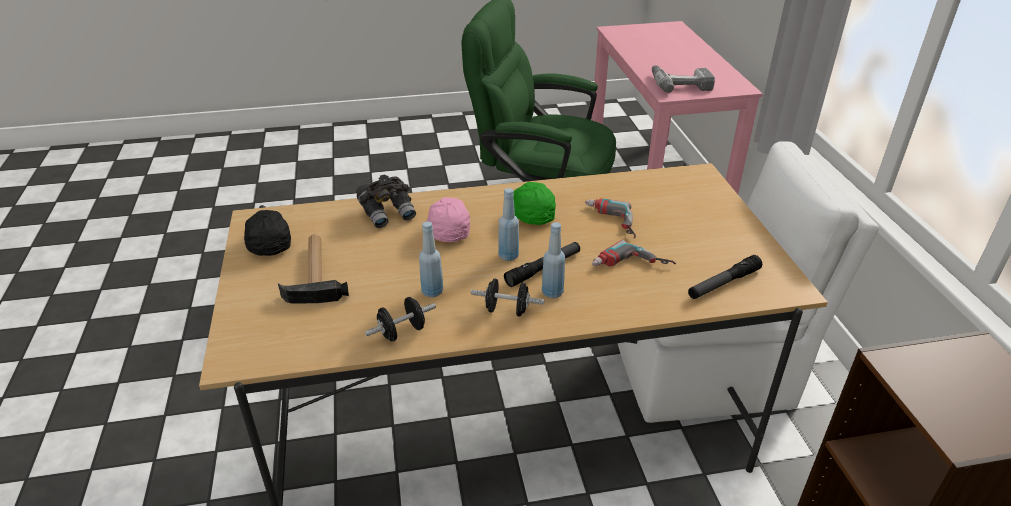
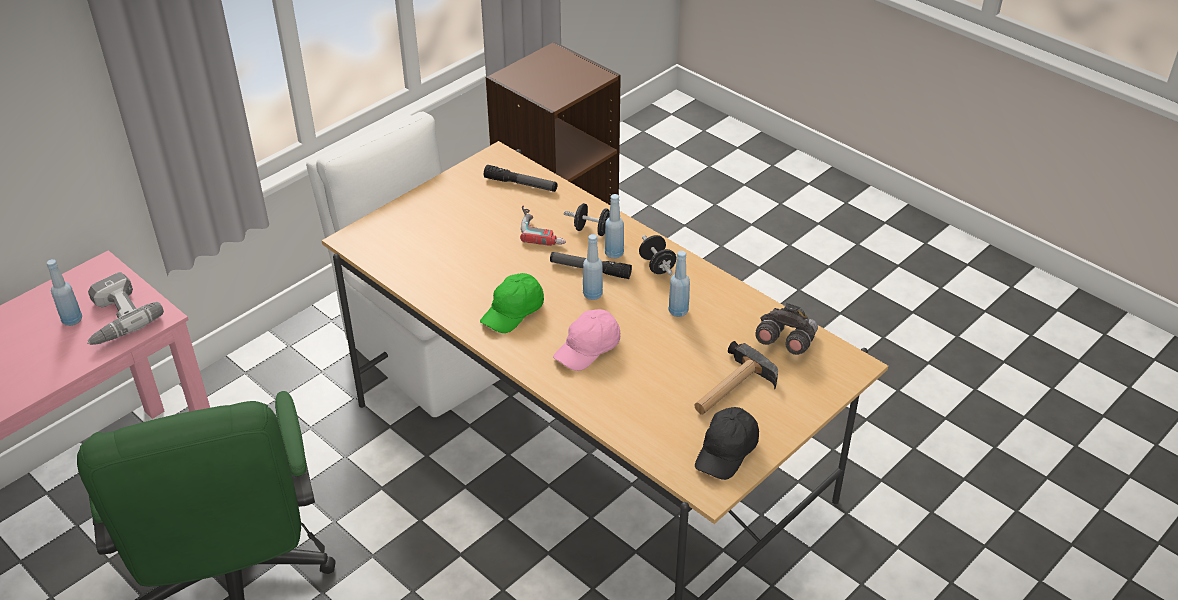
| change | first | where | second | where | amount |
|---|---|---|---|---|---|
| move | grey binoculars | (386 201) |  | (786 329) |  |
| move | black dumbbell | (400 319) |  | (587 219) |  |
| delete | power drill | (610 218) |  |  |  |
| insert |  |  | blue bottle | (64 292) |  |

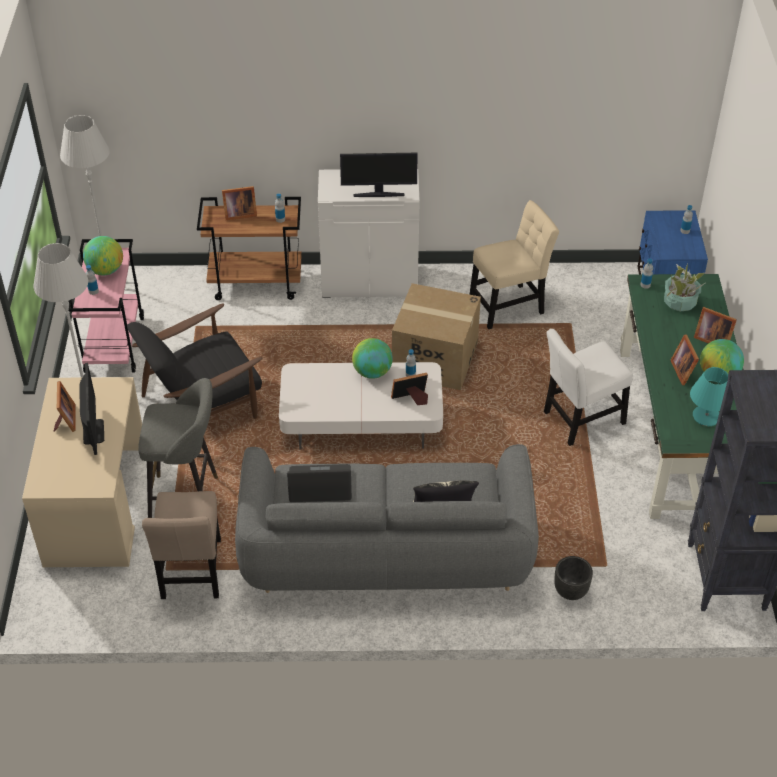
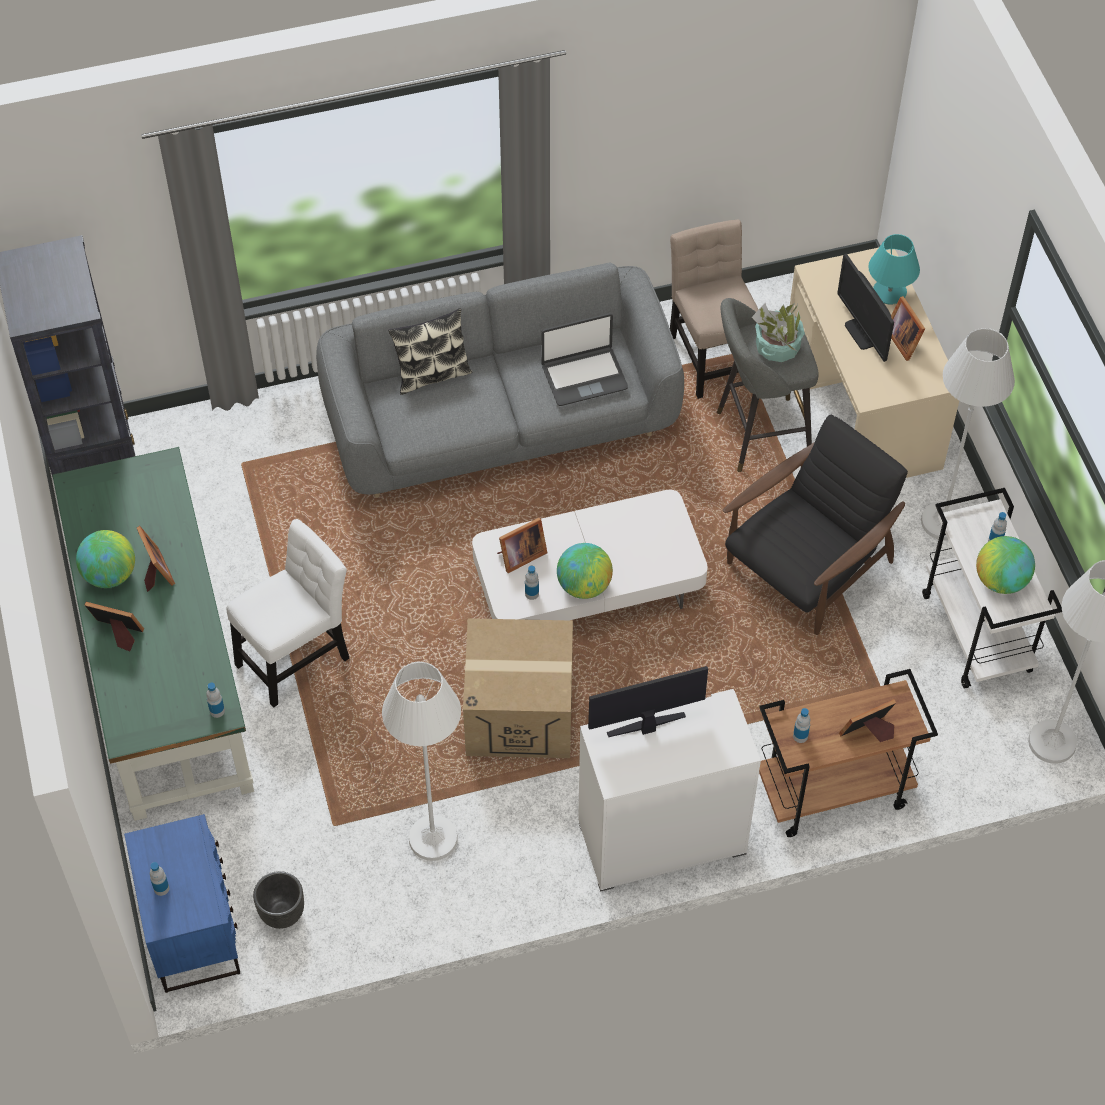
| change | first | where | second | where | amount |
|---|---|---|---|---|---|
| recolor | pink cart | (106 306) | white cart | (992 588) |  |
| replace | beige chair | (514 264) | white floor lamp | (421 761) |  |
| move | black planter | (573 578) |  | (278 900) |  |
| move | potted plant | (684 287) |  | (778 332) |  |
| move | turquoise table lamp | (709 396) |  | (894 269) |  |

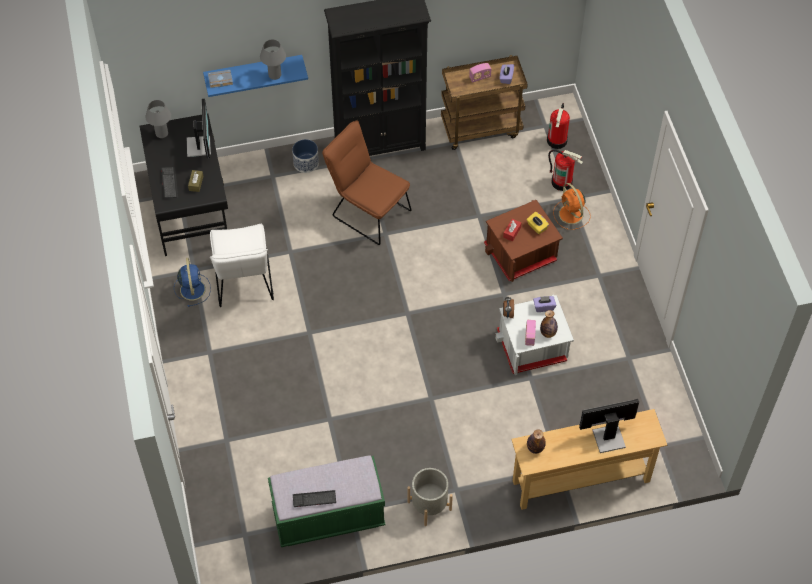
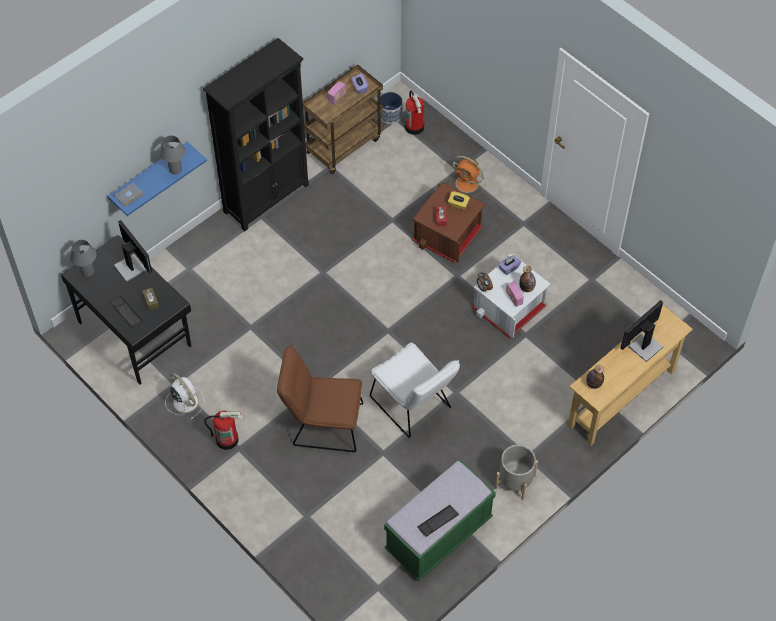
| change | first | where | second | where | amount |
|---|---|---|---|---|---|
| recolor | blue fan | (192 282) | white fan | (185 396) |  |
| move | white chair | (242 265) |  | (415 390) |  |
| move | planter | (305 156) |  | (392 108) |  |
| move | brown chair | (367 182) |  | (320 398) |  |
| move | fire extinguisher | (565 170) |  | (224 430) |  |

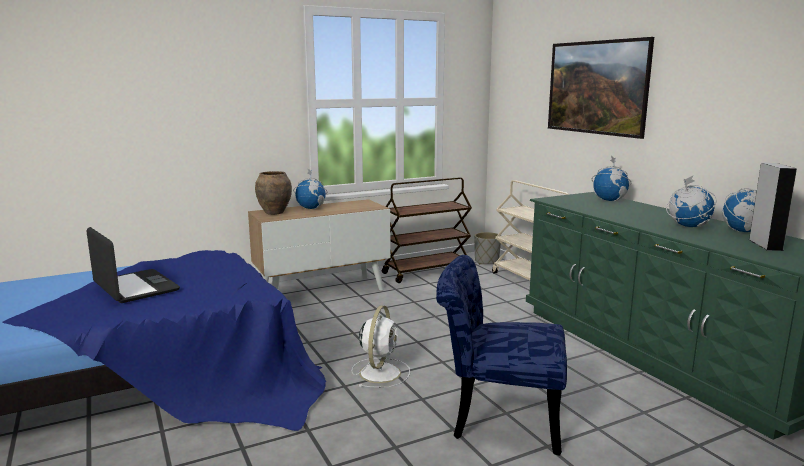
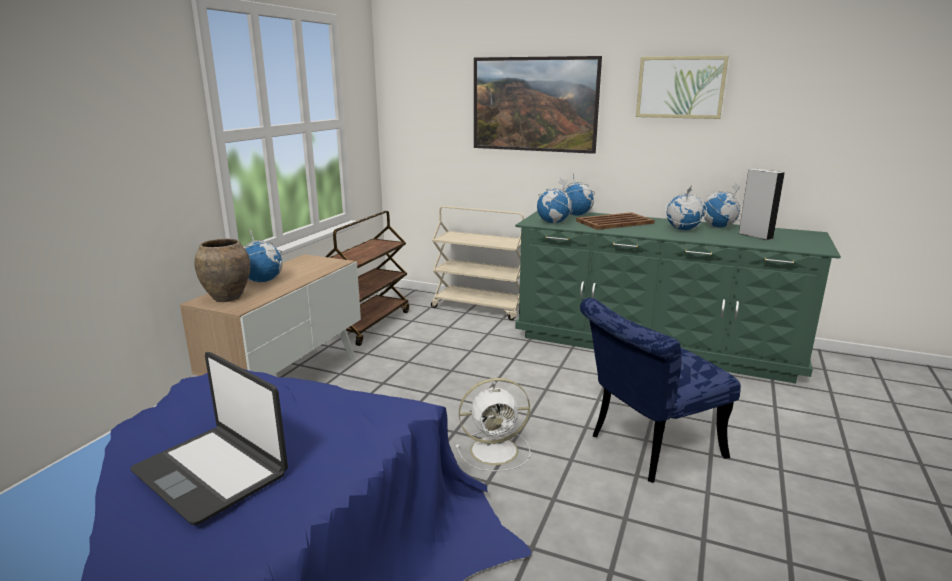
| change | first | where | second | where | amount |
|---|---|---|---|---|---|
| rotate | laptop | (133 265) |  | (209 438) | 150 degrees counterclockwise |
| rotate | white fan | (380 346) |  | (493 425) | 105 degrees clockwise |
| delete | grey planter | (487 248) |  |  |  |
| insert |  |  | globe | (555 200) |  |
| insert |  |  | brown tray | (615 221) |  |
| insert |  |  | picture | (682 87) |  |

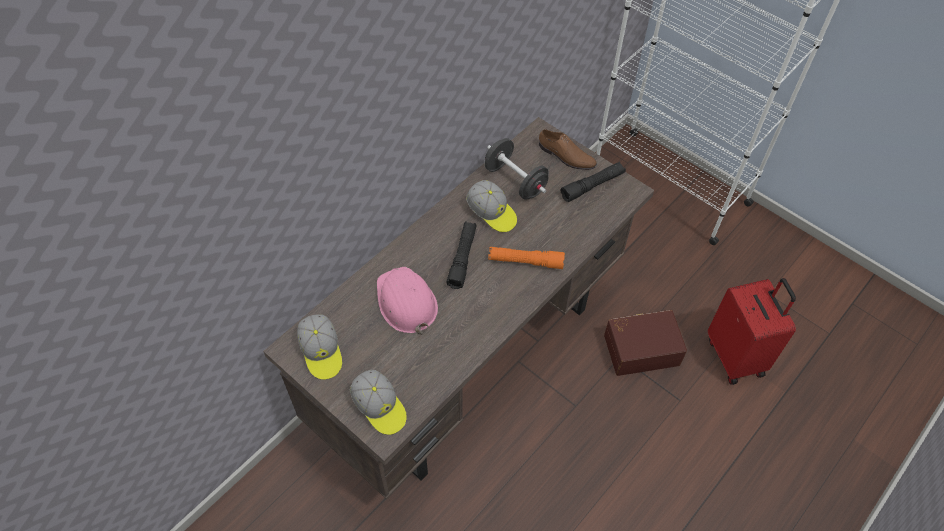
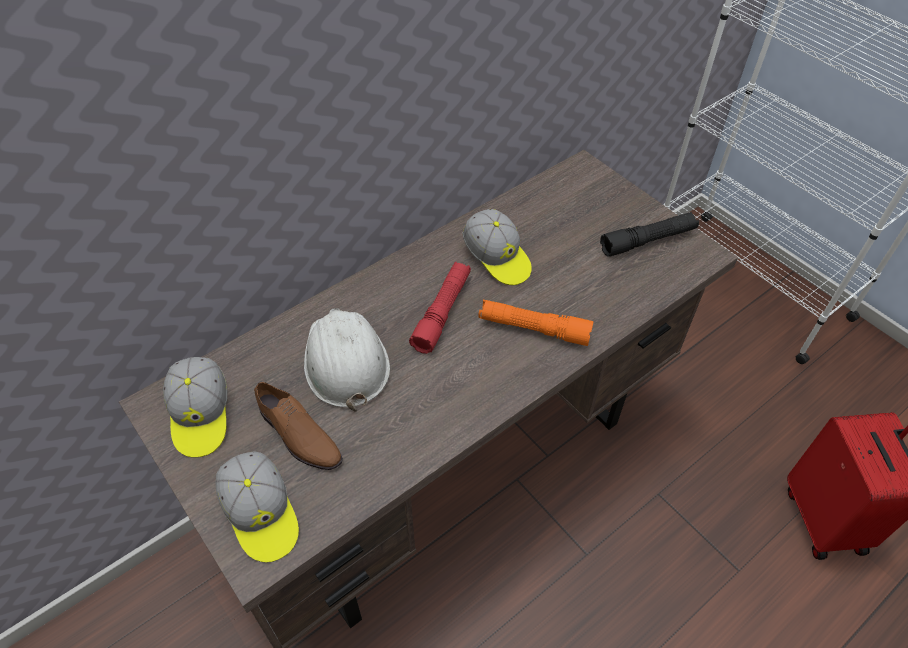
| change | first | where | second | where | amount |
|---|---|---|---|---|---|
| recolor | pink hard hat | (407 301) | white hard hat | (347 360) |  |
| recolor | black flashlight | (461 255) | red flashlight | (440 308) |  |
| delete | black dumbbell | (516 169) |  |  |  |
| move | brown shoe | (568 149) |  | (298 426) |  |
| delete | brown storage box | (645 343) |  |  |  |

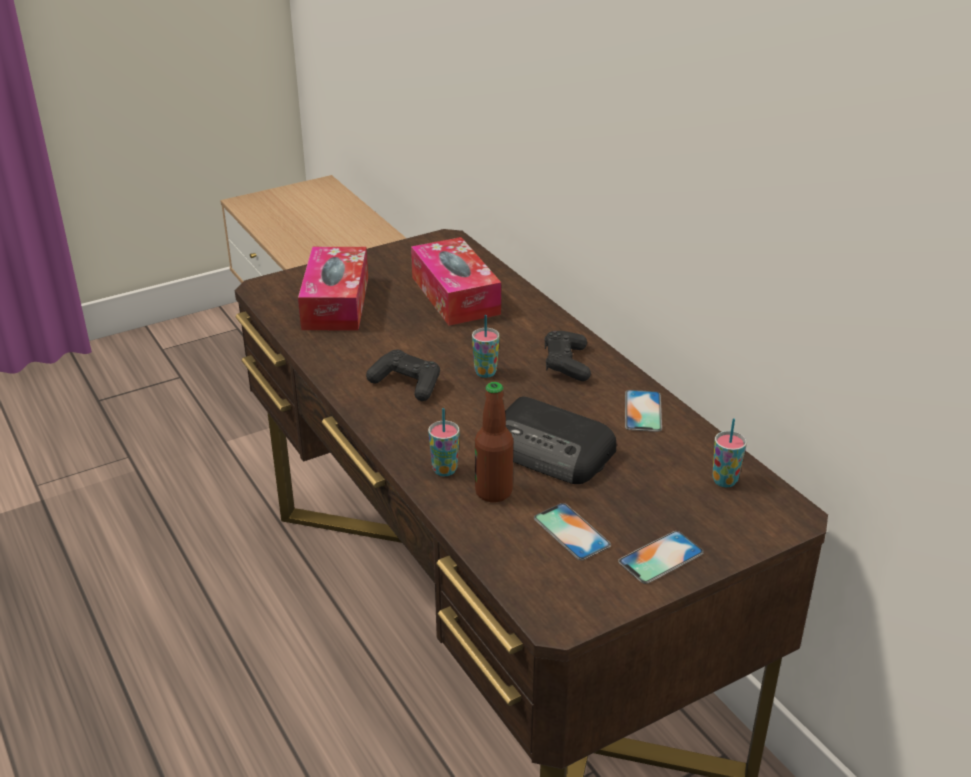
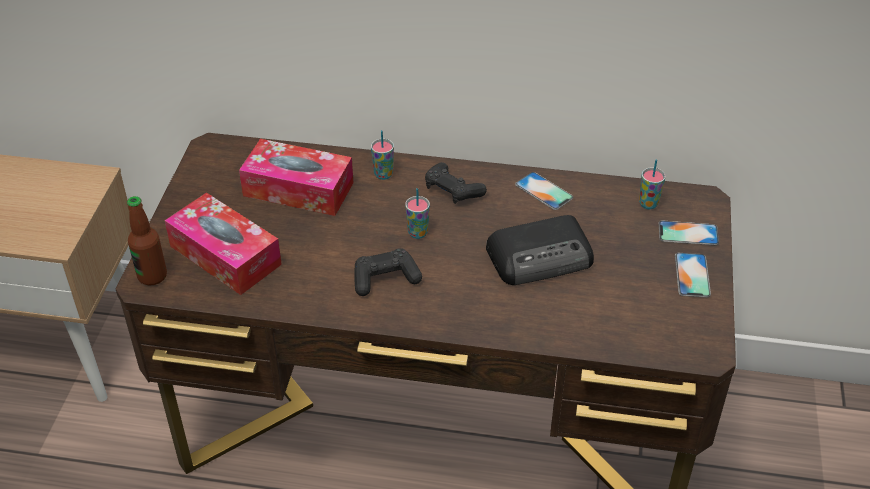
| change | first | where | second | where | amount |
|---|---|---|---|---|---|
| move | cup | (444 442) |  | (382 155) |  |
| move | bottle | (494 442) |  | (147 241) |  |
| move | phone | (572 531) |  | (688 233) |  |

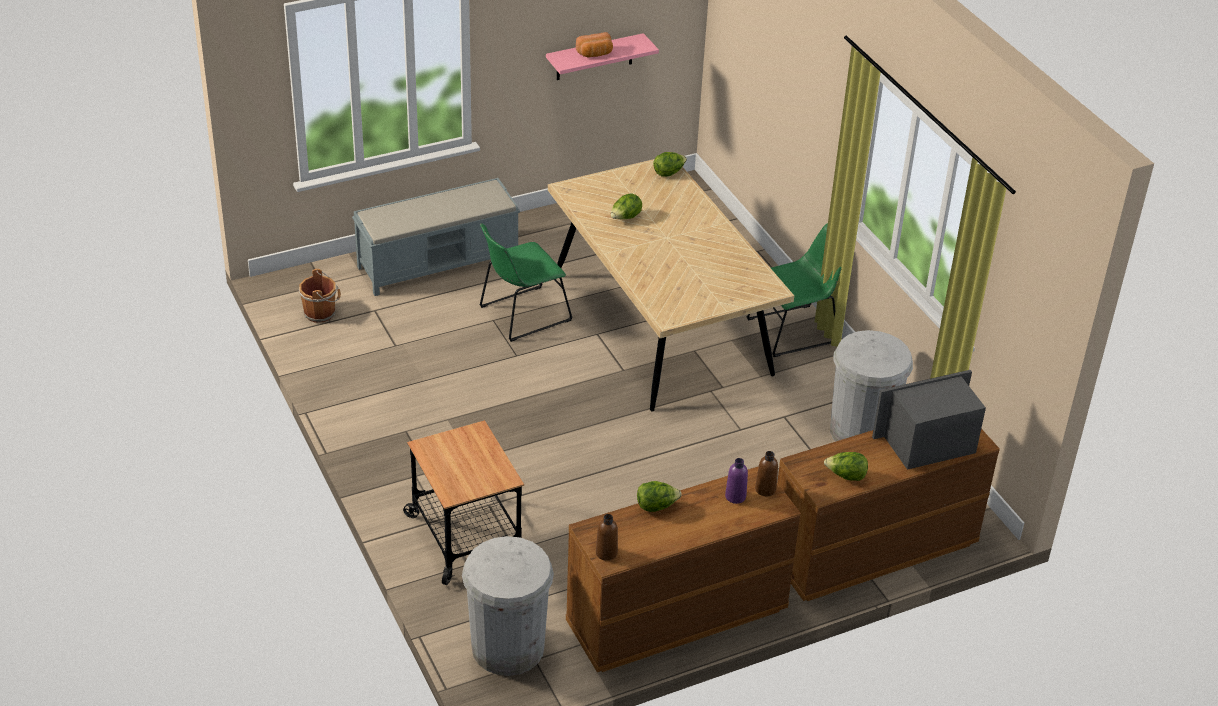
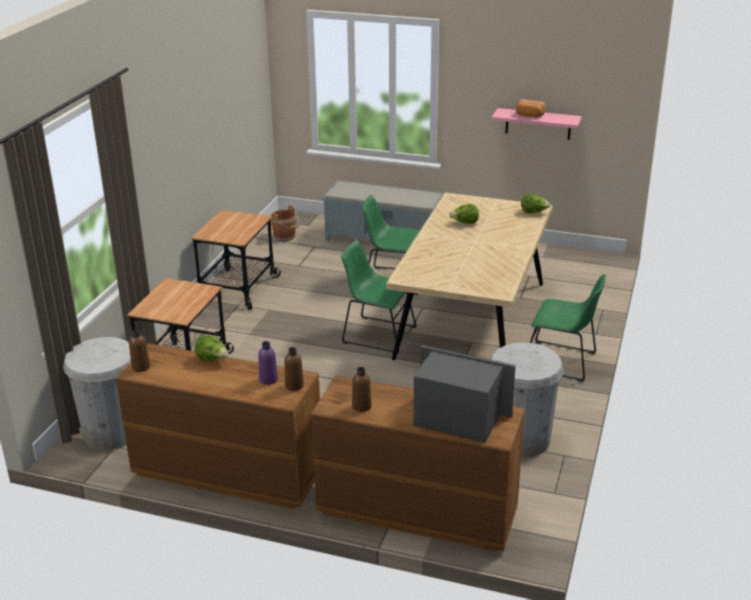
| change | first | where | second | where | amount |
|---|---|---|---|---|---|
| replace | lettuce | (846 466) | brown bottle | (361 389) |  |
| insert |  |  | cart | (236 260) |  |
| insert |  |  | green chair | (379 297) |  |

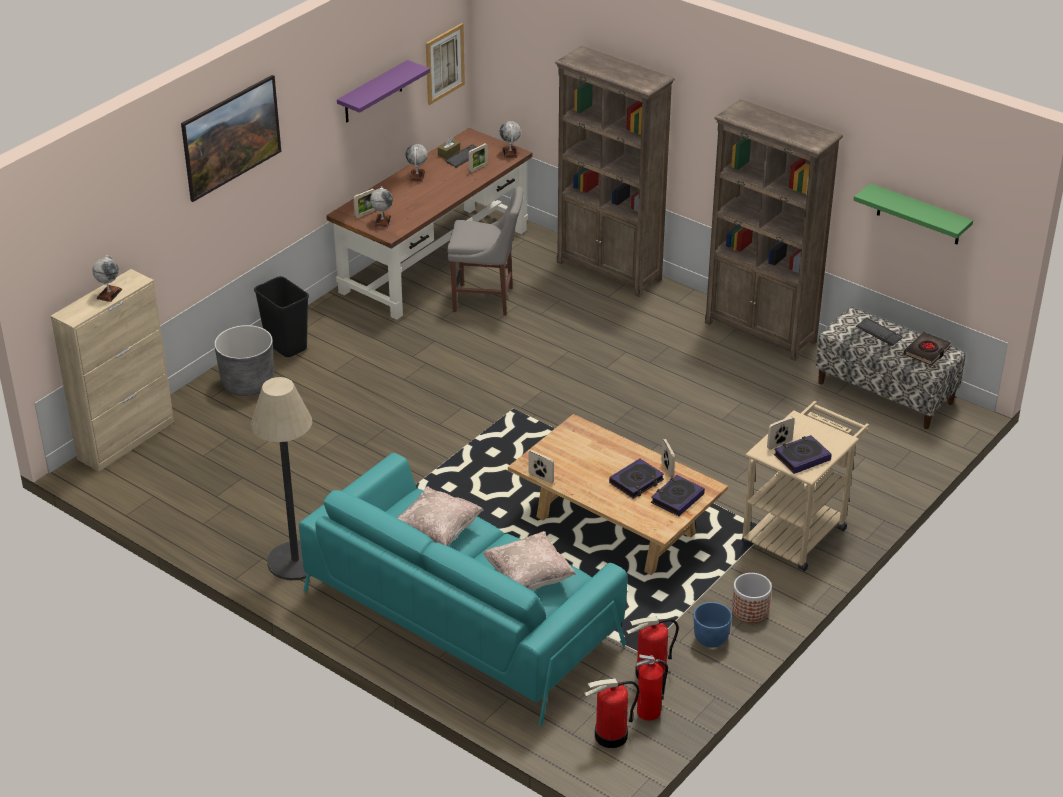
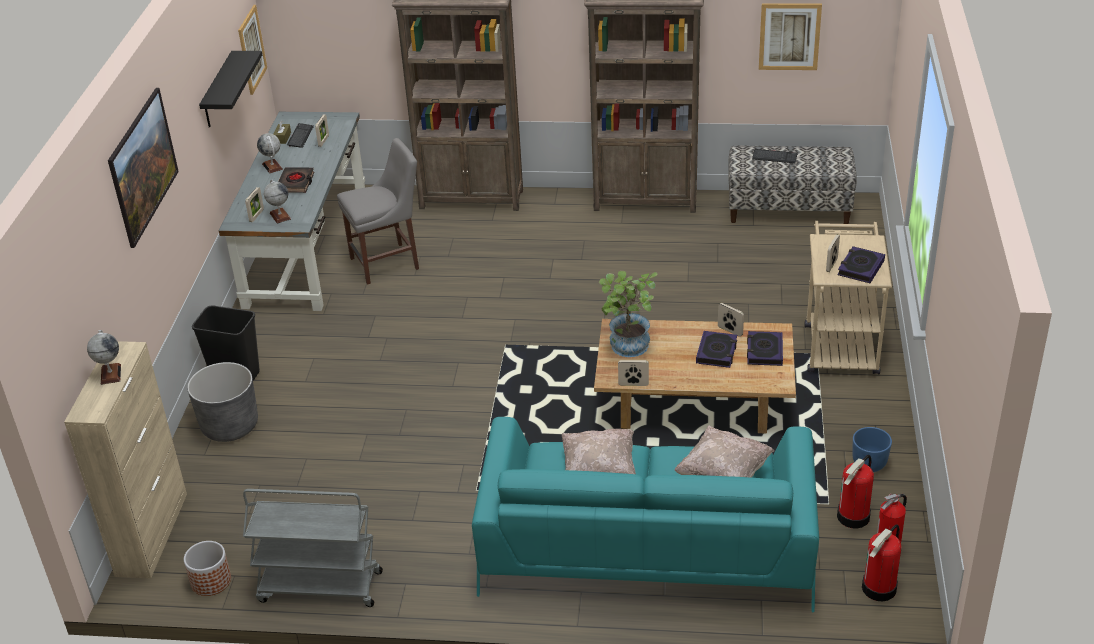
| change | first | where | second | where | amount |
|---|---|---|---|---|---|
| delete | floor lamp | (281 478) |  |  |  |
| recolor | brown desk | (429 224) | grey desk | (292 211) |  |
| recolor | purple shelf | (383 91) | black shelf | (230 89) |  |
| delete | globe | (510 139) |  |  |  |
| move | planter | (752 598) |  | (207 568) |  |
| replace | green shelf | (913 213) | picture | (790 36) |  |
| move | black book | (927 349) |  | (296 180) |  |
| insert |  |  | grey cart | (313 548) |  |
| insert |  |  | potted plant | (628 314) |  |

